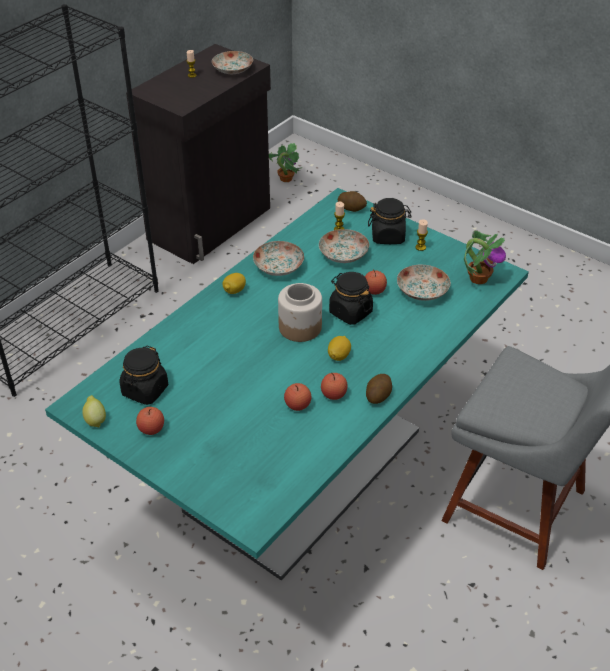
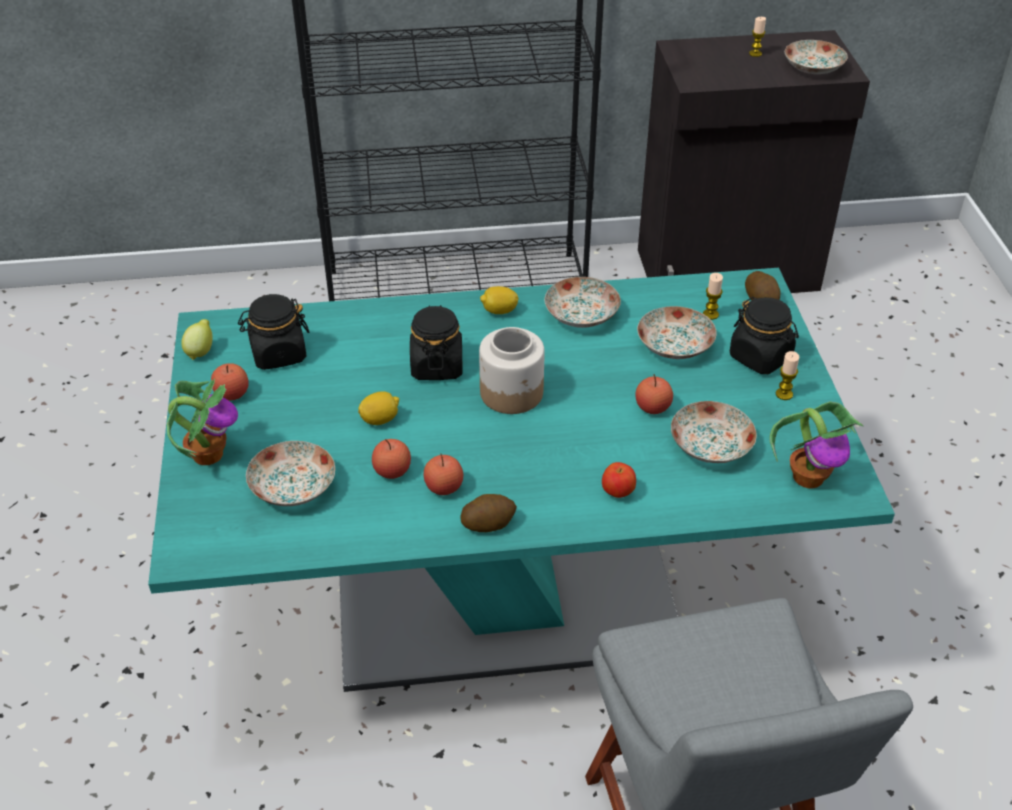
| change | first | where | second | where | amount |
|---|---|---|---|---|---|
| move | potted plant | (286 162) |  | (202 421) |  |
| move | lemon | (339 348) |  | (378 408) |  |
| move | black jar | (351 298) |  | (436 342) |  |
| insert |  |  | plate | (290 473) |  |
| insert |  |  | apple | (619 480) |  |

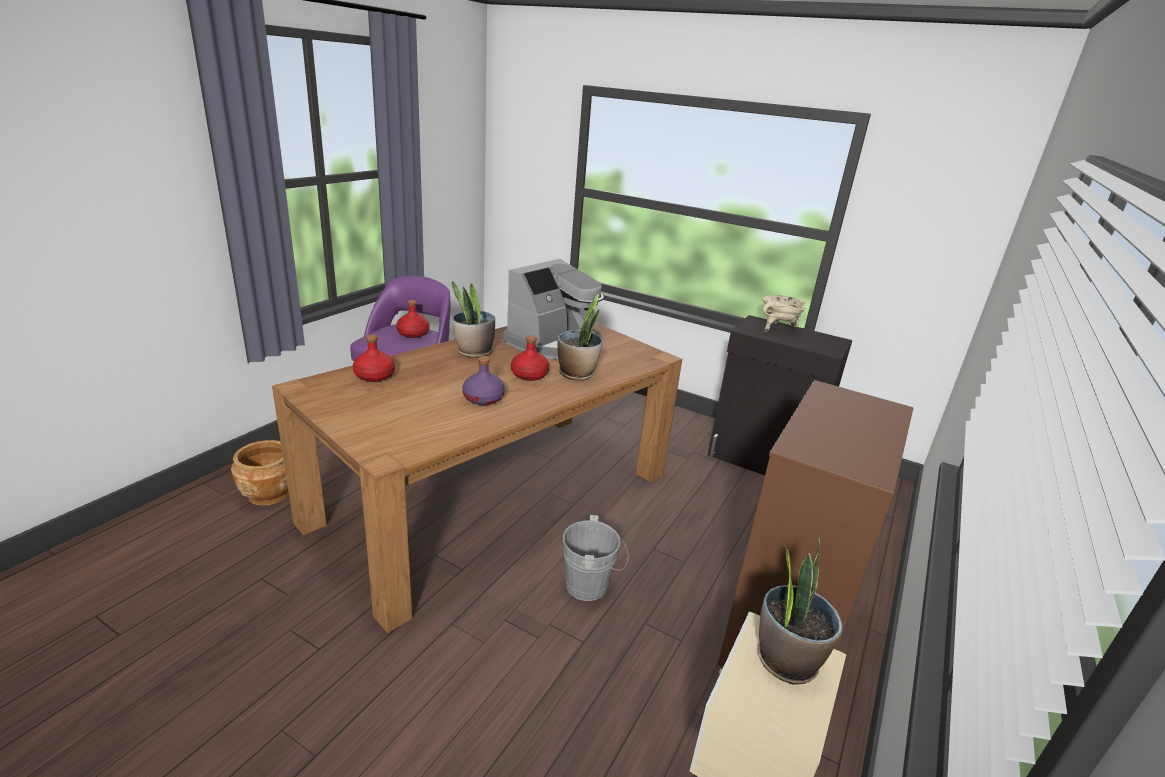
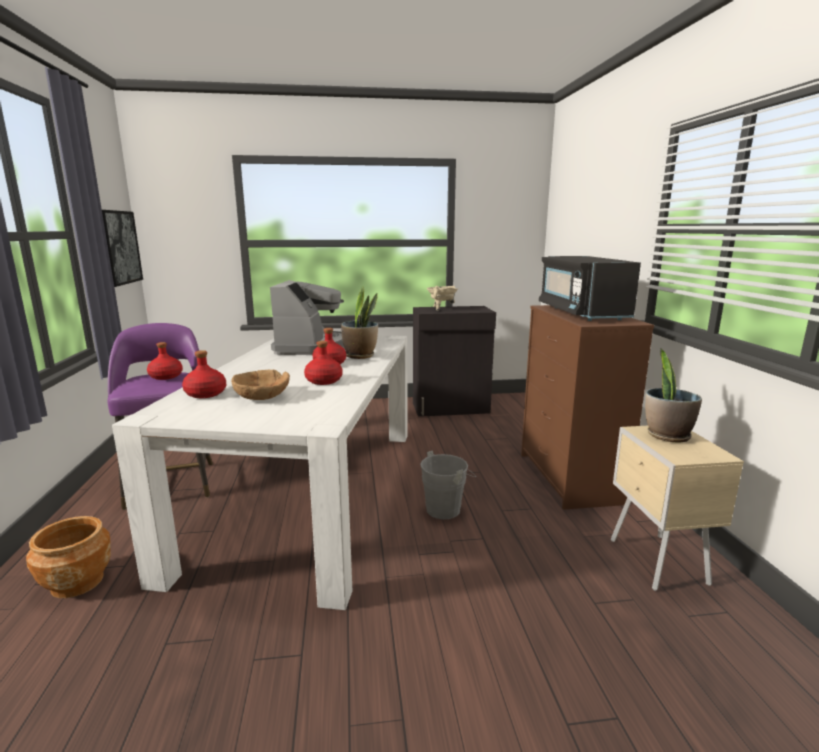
| change | first | where | second | where | amount |
|---|---|---|---|---|---|
| recolor | brown dining table | (477 475) | white dining table | (259 472) |  |
| delete | potted plant | (473 319) |  |  |  |
| recolor | purple bottle | (483 380) | red bottle | (323 363) |  |
| insert |  |  | picture | (122 248) |  |
| insert |  |  | brown bowl | (260 385) |  |
| insert |  |  | black microwave | (590 288) |  |

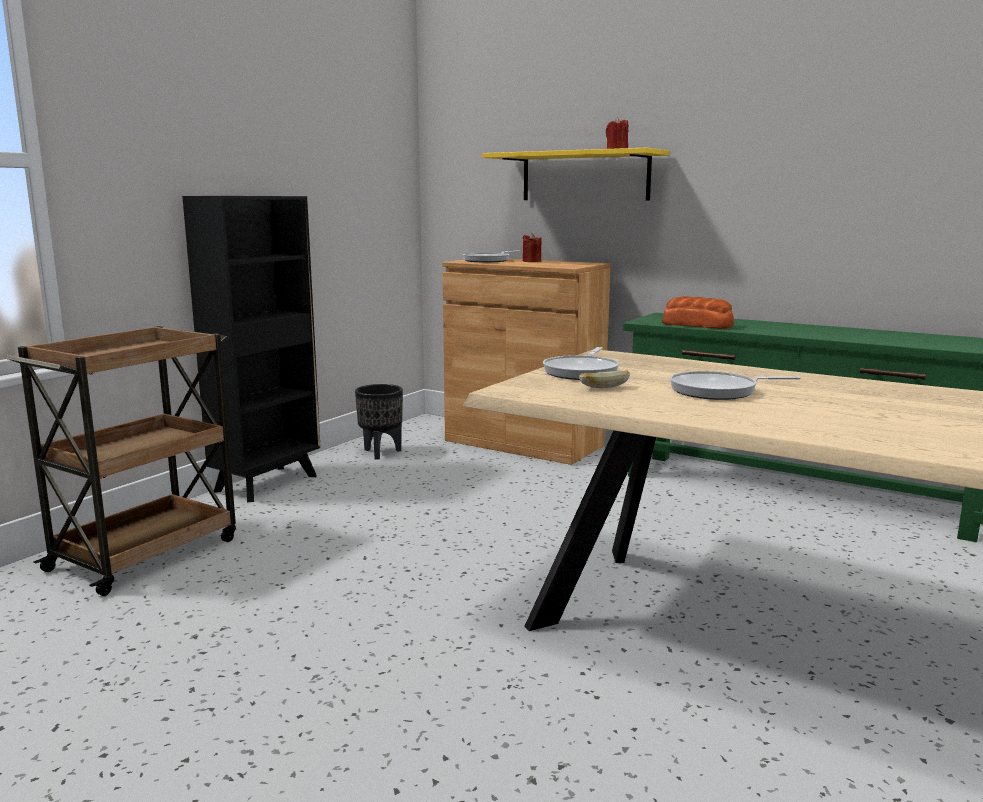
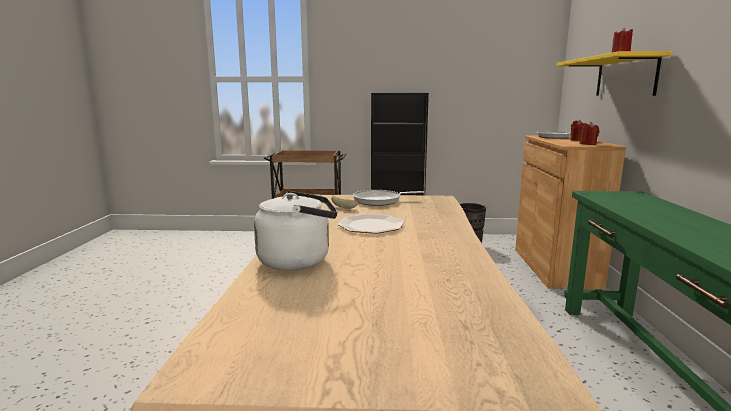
| change | first | where | second | where | amount |
|---|---|---|---|---|---|
| delete | bread | (698 312) |  |  |  |
| replace | frying pan | (735 385) | plate | (371 224) |  |
| insert |  |  | white kettle | (296 231) |  |
| insert |  |  | red candle | (589 133) |  |

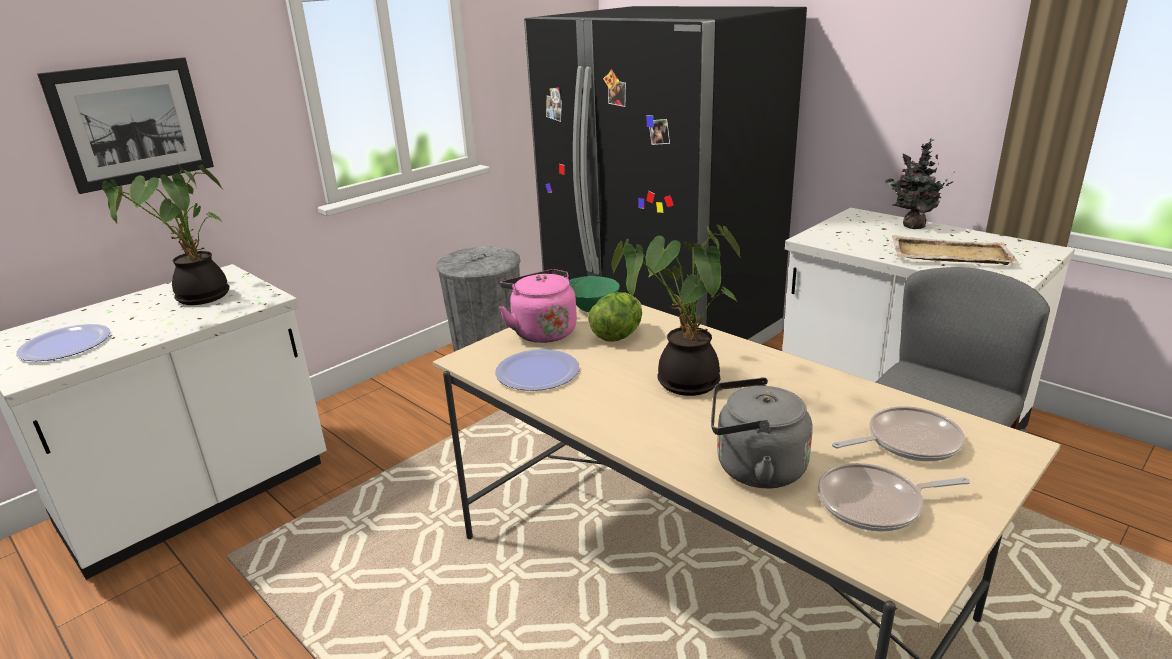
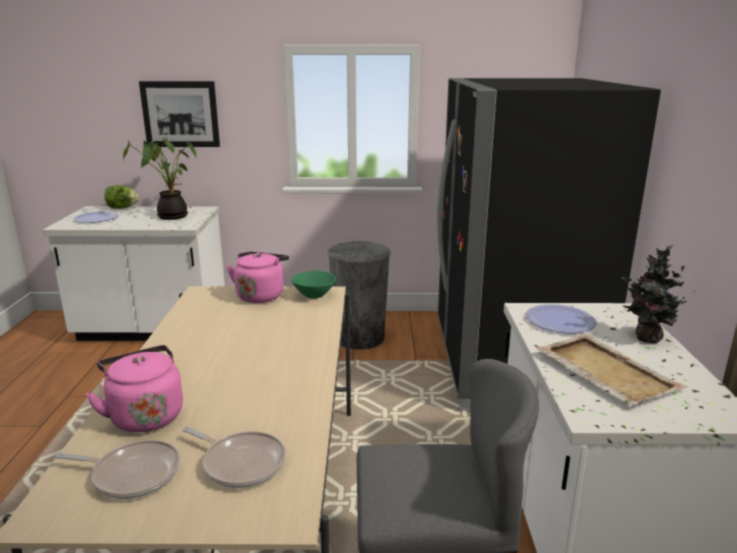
| change | first | where | second | where | amount |
|---|---|---|---|---|---|
| move | plate | (537 370) |  | (561 318) |  |
| move | lettuce | (615 317) |  | (121 197) |  |
| delete | potted plant | (676 310) |  |  |  |
| recolor | grey kettle | (762 432) | pink kettle | (134 388) |  |
| rotate | frying pan | (894 497) |  | (118 469) | 150 degrees clockwise |

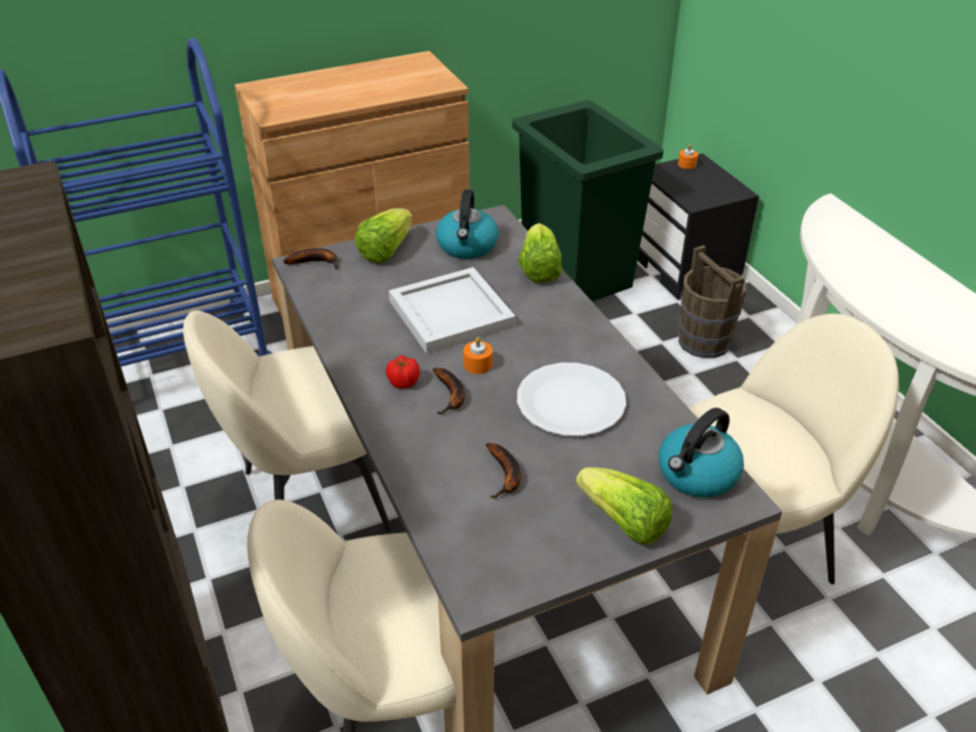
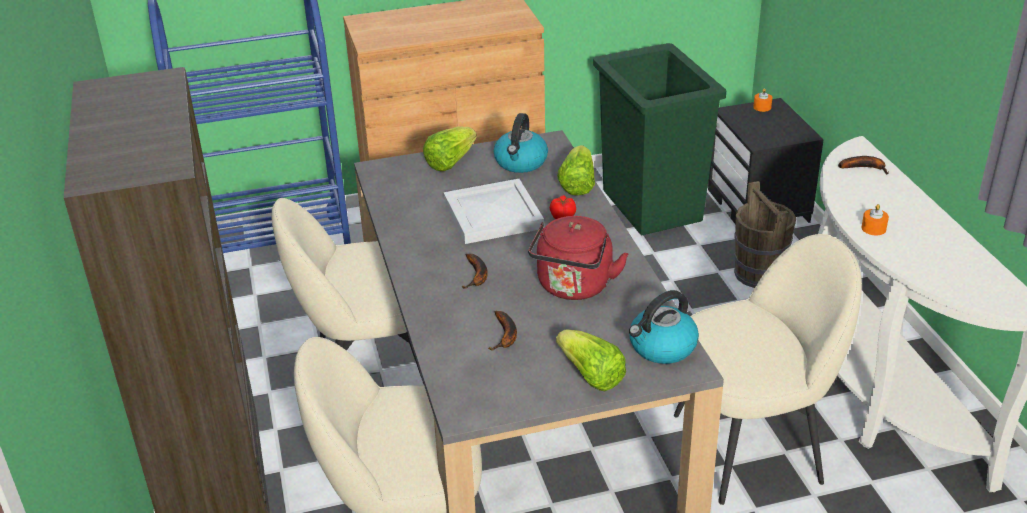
| change | first | where | second | where | amount |
|---|---|---|---|---|---|
| move | banana | (310 258) |  | (863 165) |  |
| move | tomato | (403 372) |  | (563 207) |  |
| move | orange candle | (478 355) |  | (875 219) |  |
| replace | white plate | (571 399) | red kettle | (578 258) |  |

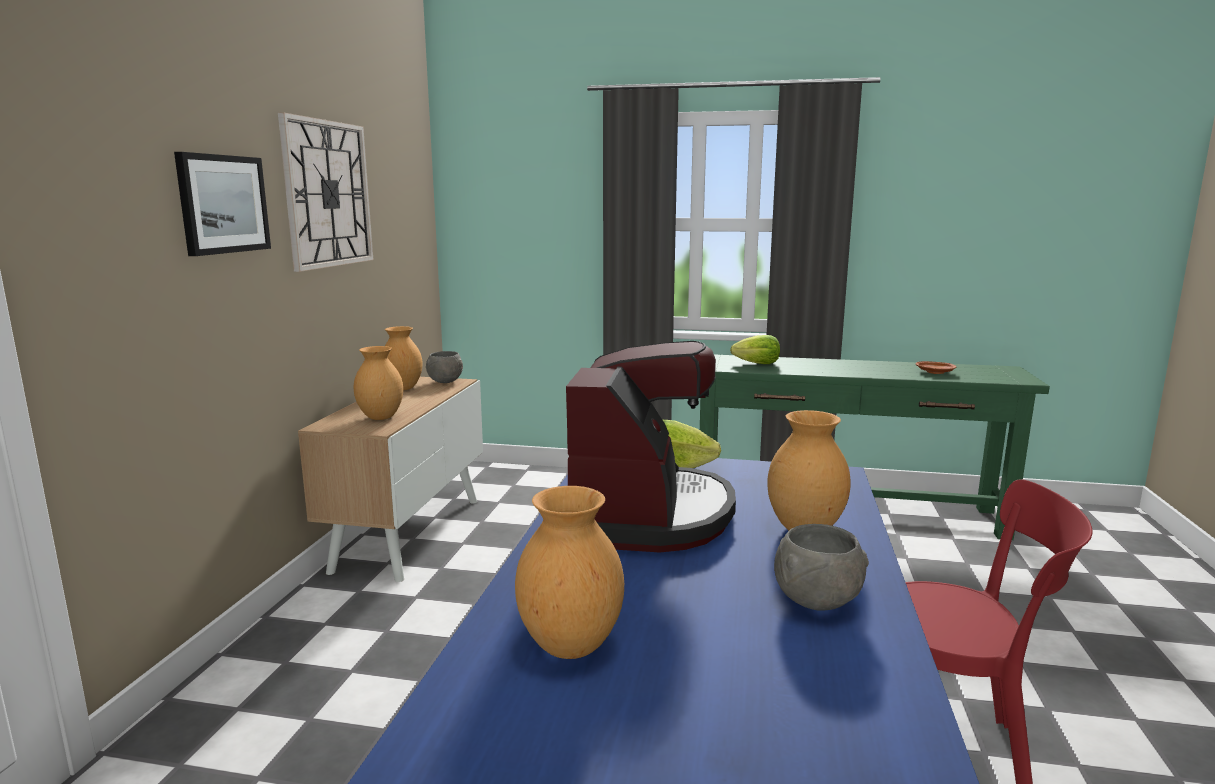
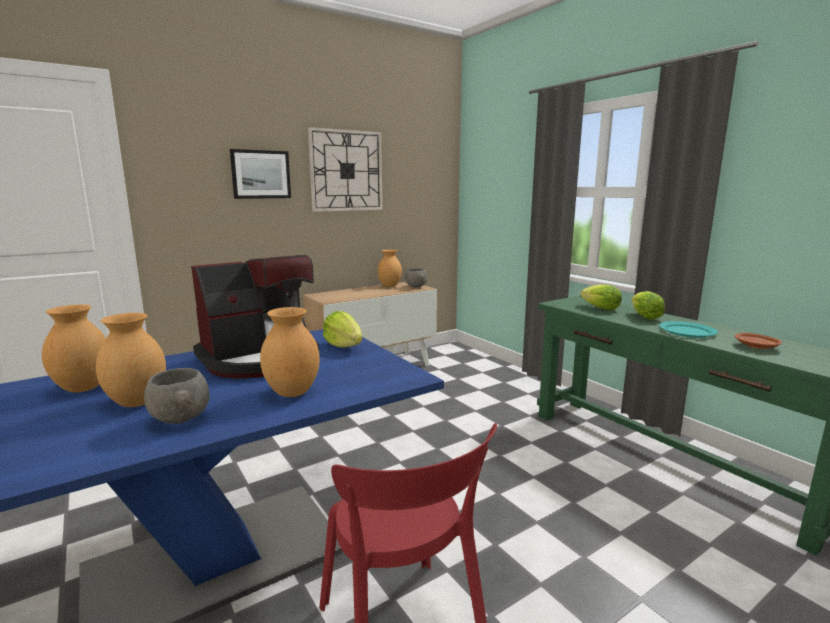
| change | first | where | second | where | amount |
|---|---|---|---|---|---|
| move | brown vase | (378 383) |  | (131 360) |  |
| insert |  |  | lettuce | (648 305) |  |
| insert |  |  | turquoise plate | (688 329) |  |

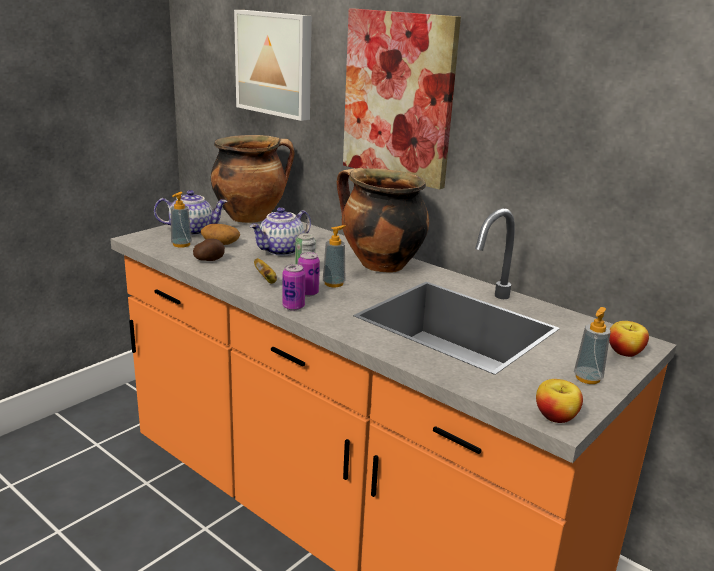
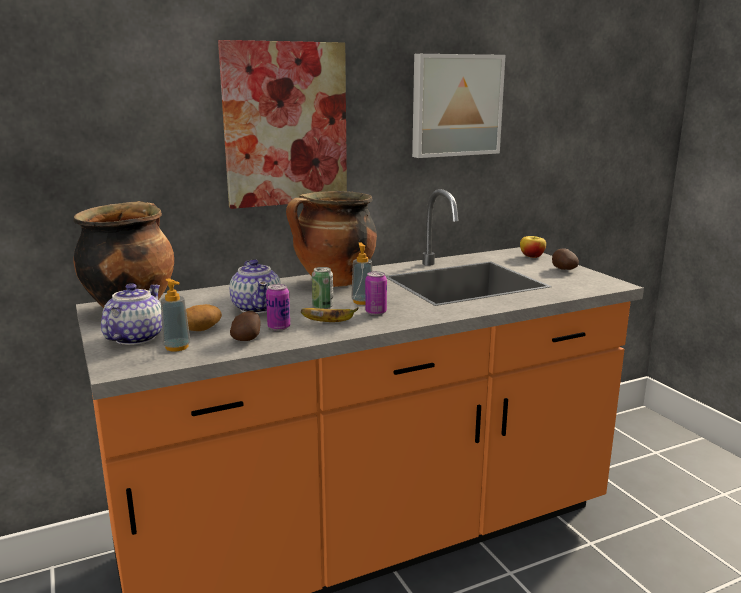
| change | first | where | second | where | amount |
|---|---|---|---|---|---|
| move | picture | (273 65) |  | (459 106) |  |
| move | can | (293 287) |  | (278 307) |  |
| delete | apple | (559 401) |  |  |  |
| replace | soap dispenser | (592 345) | potato | (565 259) |  |

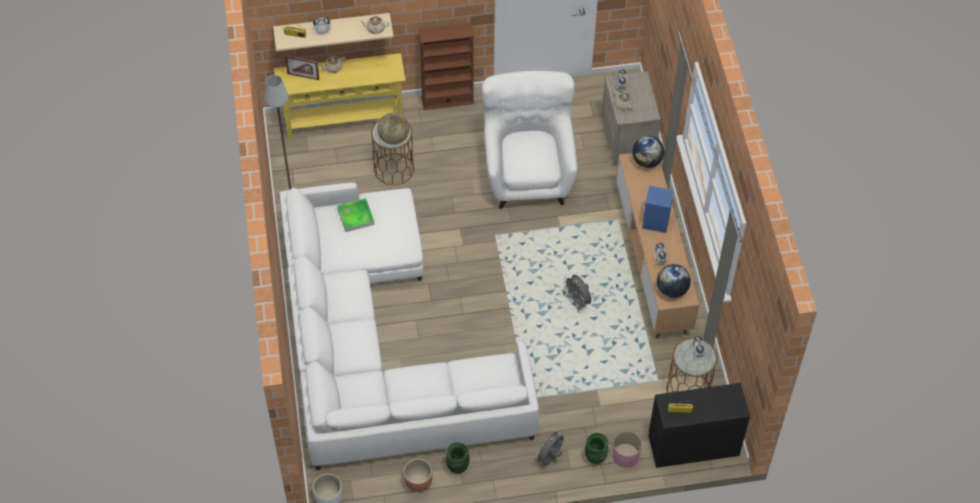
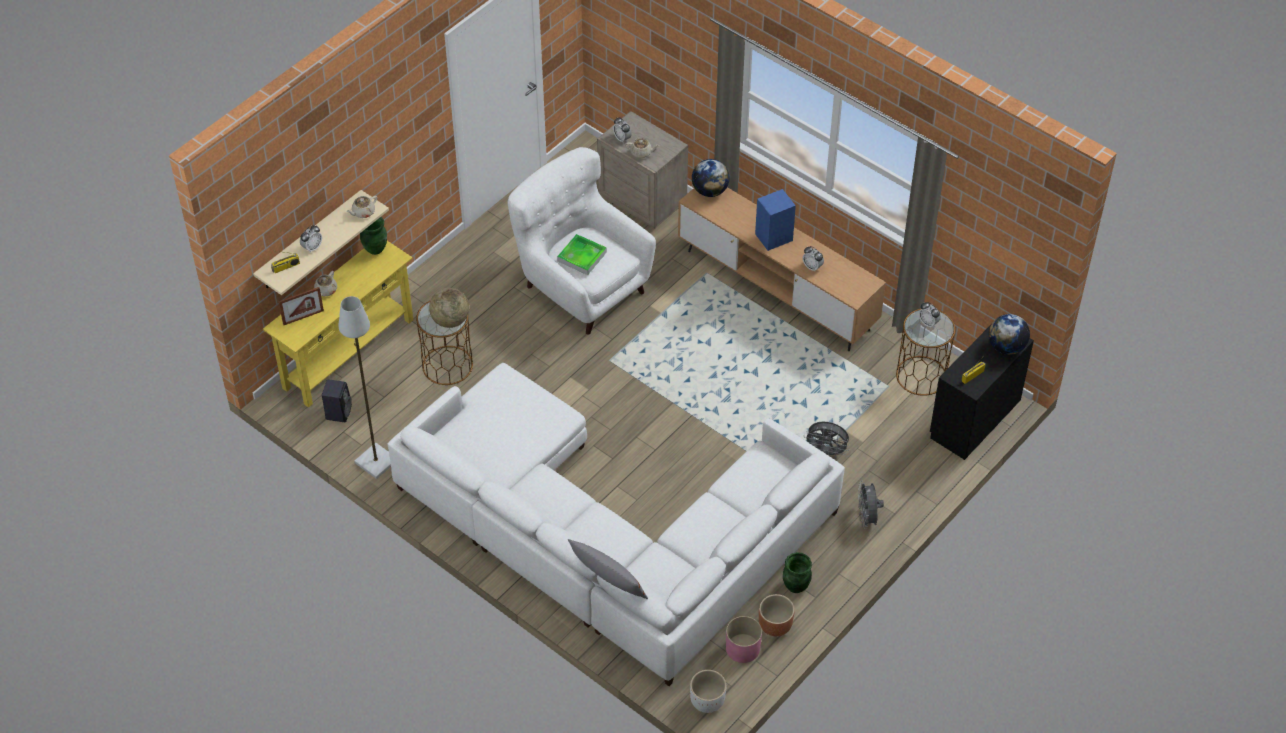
| change | first | where | second | where | amount |
|---|---|---|---|---|---|
| move | tray | (356 215) |  | (582 254) |  |
| delete | brown bookcase | (446 66) |  |  |  |
| move | grey fan | (577 292) |  | (826 440) |  |
| move | green vase | (596 448) |  | (373 236) |  |
| move | pink planter | (627 449) |  | (744 639) |  |
| move | globe | (674 281) |  | (1009 334) |  |
| insert |  |  | black speaker | (337 400) |  |
| insert |  |  | grey pillow | (608 569) |  |

